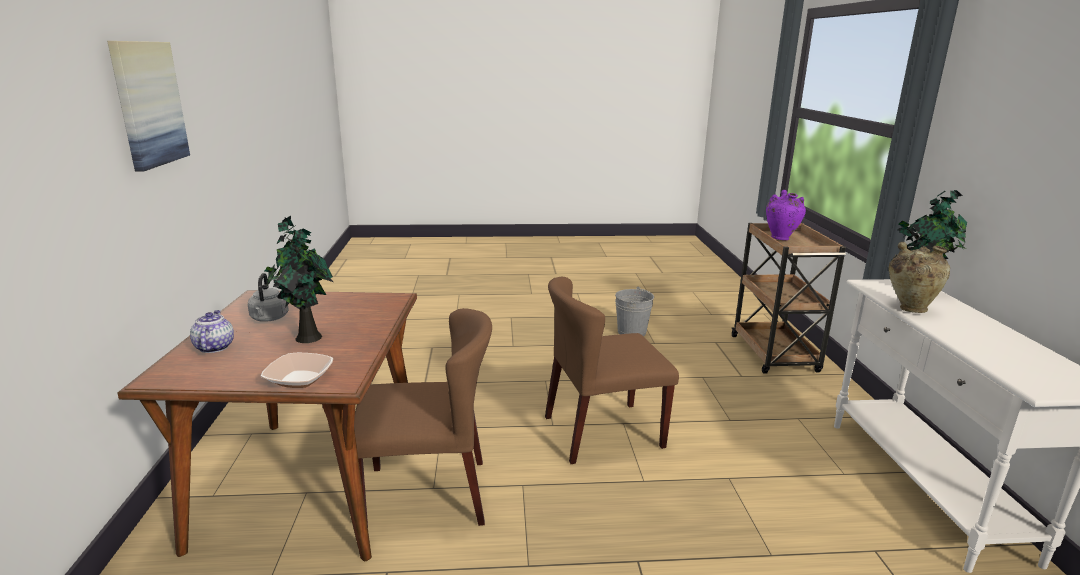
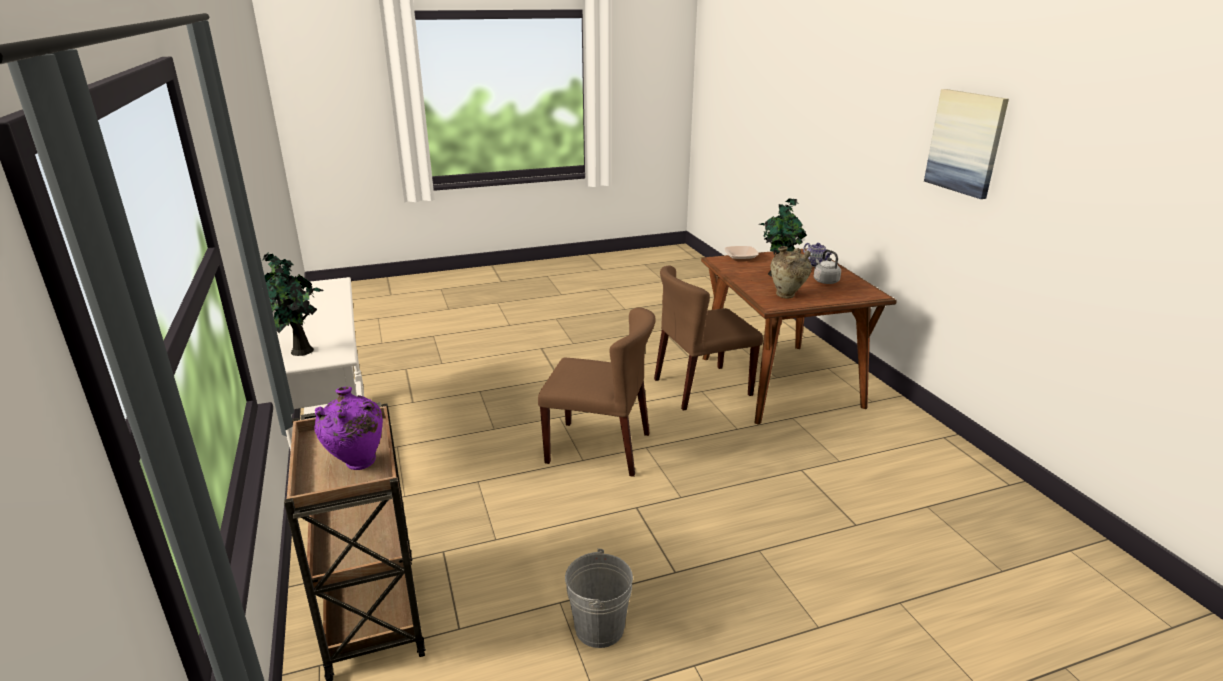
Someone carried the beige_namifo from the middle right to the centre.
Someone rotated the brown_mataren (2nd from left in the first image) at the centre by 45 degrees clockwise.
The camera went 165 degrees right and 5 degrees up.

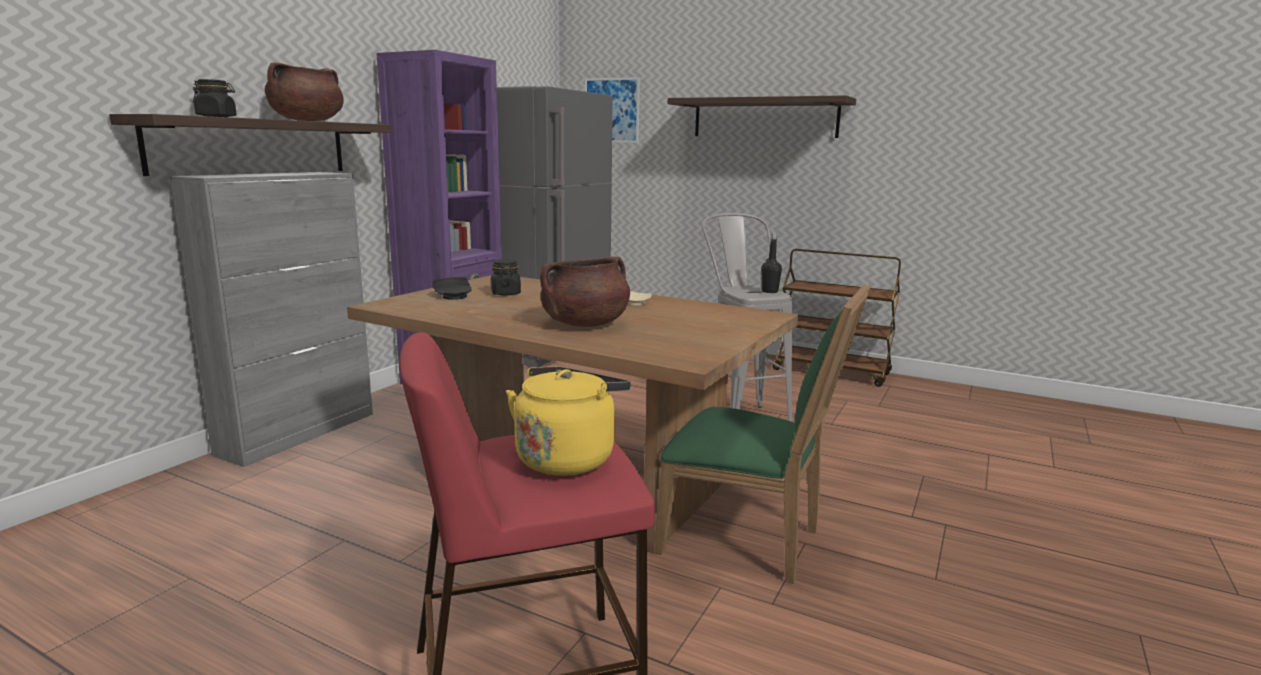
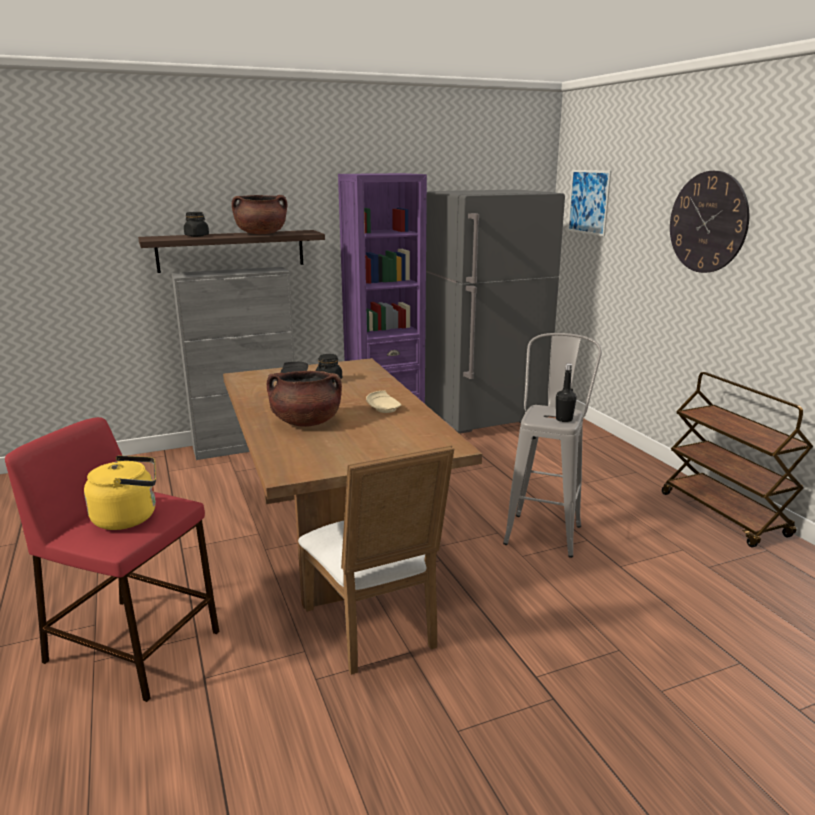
Someone swapped the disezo (2nd from left) at the top centre for the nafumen at the top right.
Someone repainted the green_mataren at the centre, which became the white_mataren at the bottom centre.
The camera went 40 degrees right and 5 degrees up.

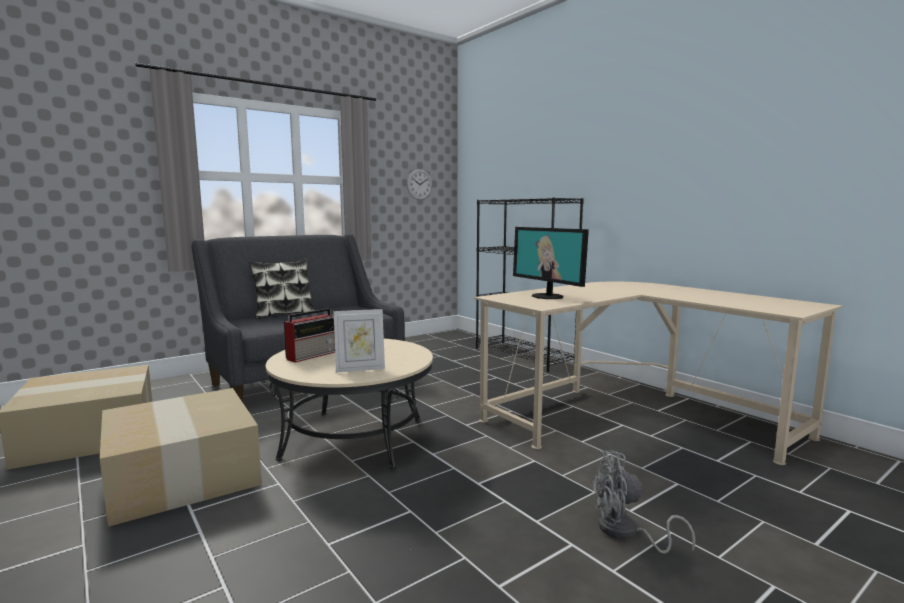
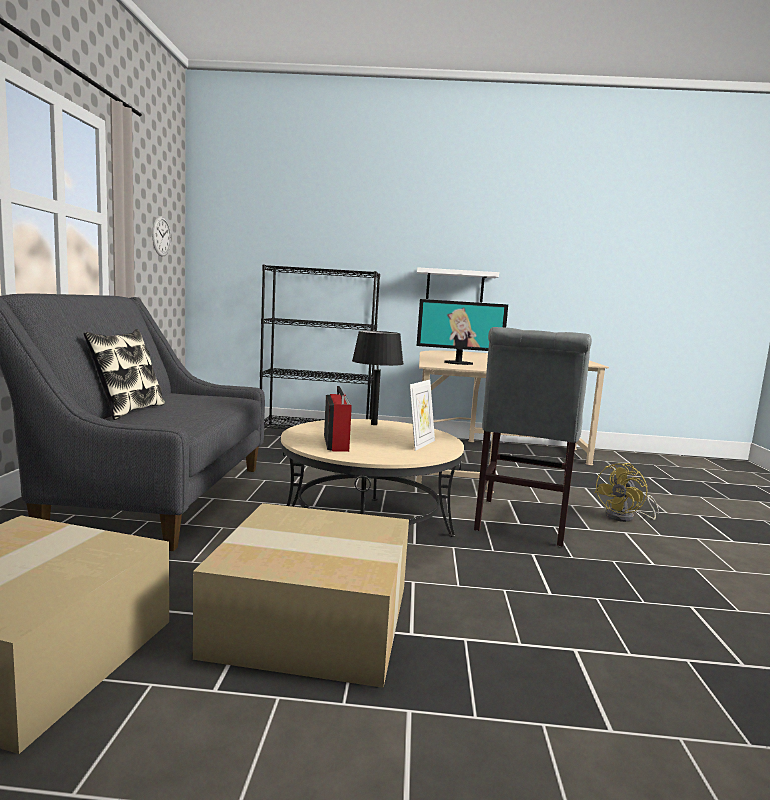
Someone repainted the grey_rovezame at the bottom right, which became the yellow_rovezame at the middle right.
Someone put up the white_disezo at the centre.
Someone put down the grey_mataren at the middle right.
Someone put down the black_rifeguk at the centre.
The camera went 50 degrees left and 0 degrees up.

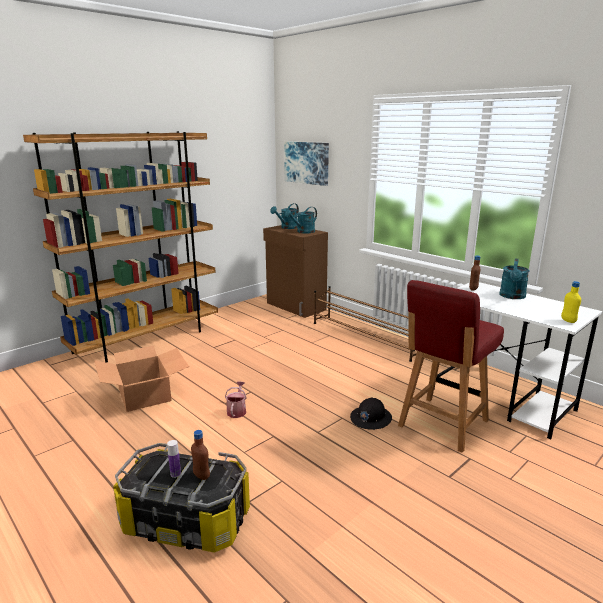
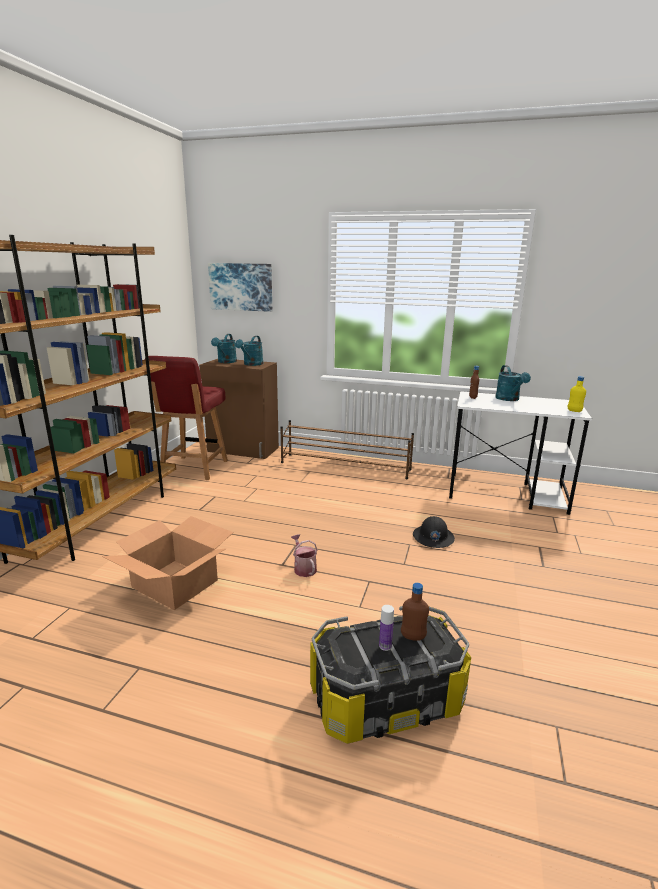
Someone carried the red_mataren from the middle right to the middle left.
The camera went 30 degrees left and 0 degrees up.

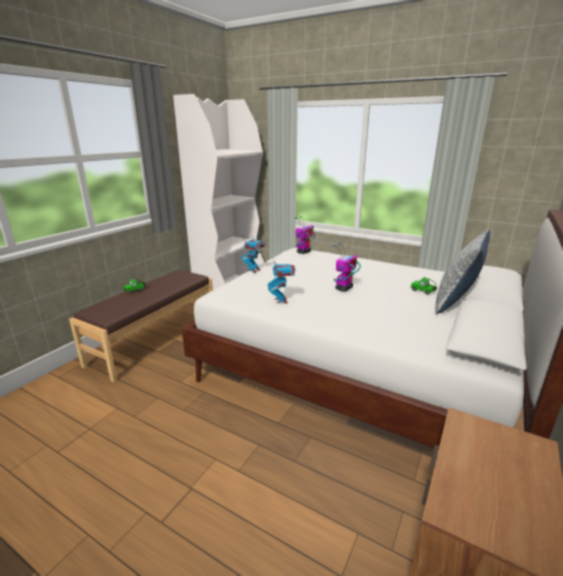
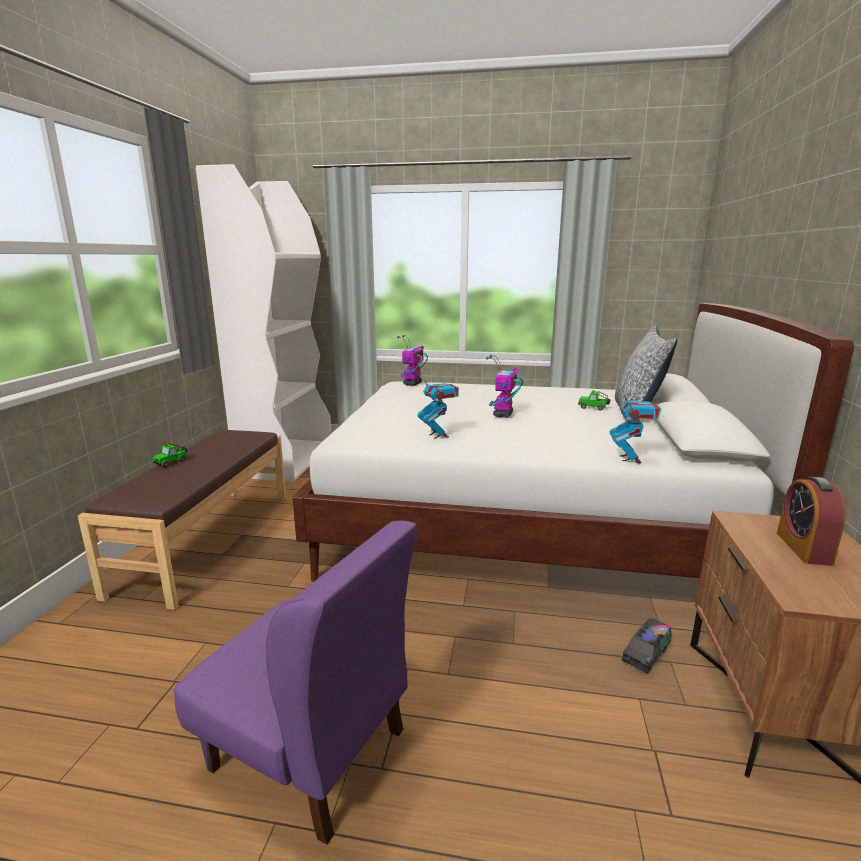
Someone carried the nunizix (1st from left in the first image) from the centre to the middle right.
Someone put down the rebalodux at the middle right.
Someone put down the purple_mataren at the bottom centre.
Someone put down the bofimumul at the bottom right.
The camera went 20 degrees left and 5 degrees down.

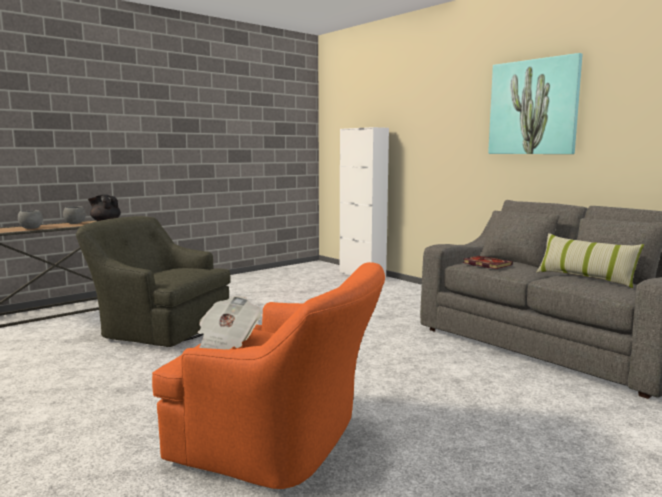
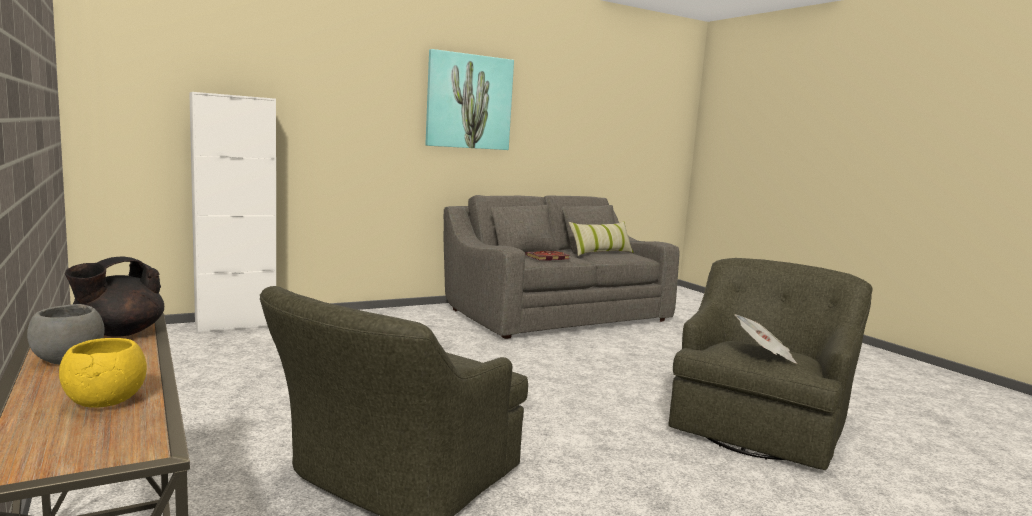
Someone repainted the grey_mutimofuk (1st from left) at the middle left, which became the yellow_mutimofuk at the bottom left.
Someone repainted the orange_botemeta at the bottom centre, which became the green_botemeta (2nd from left) at the bottom right.
The camera went 80 degrees left and 0 degrees up.

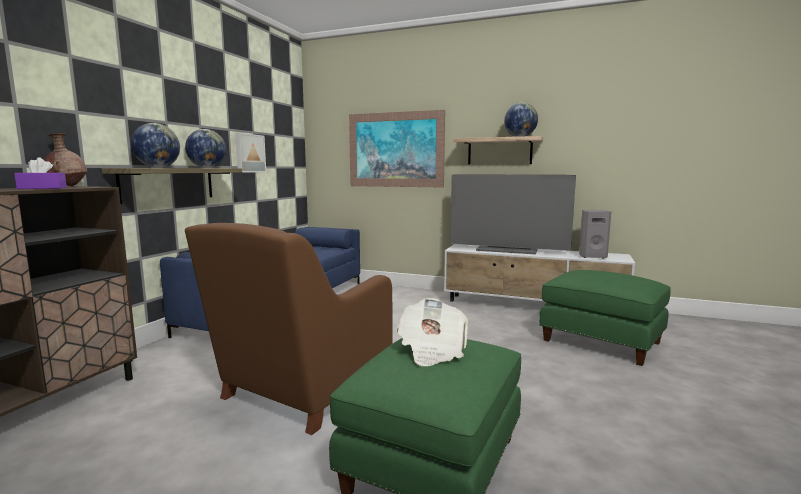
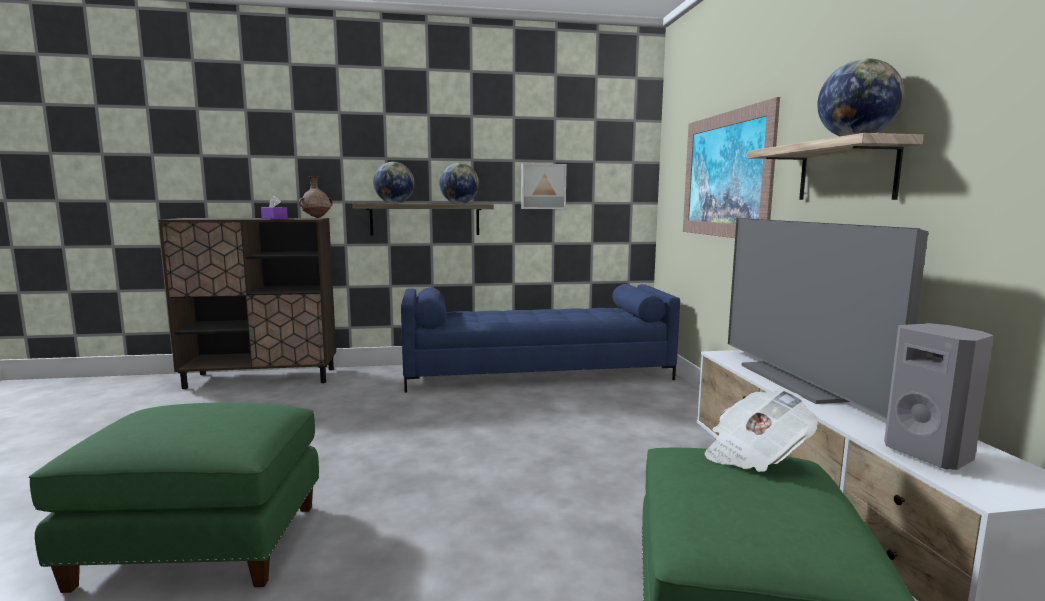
Someone took away the brown_botemeta at the centre.
Someone carried the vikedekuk from the bottom centre to the bottom right.
The camera went 60 degrees right and 0 degrees up.

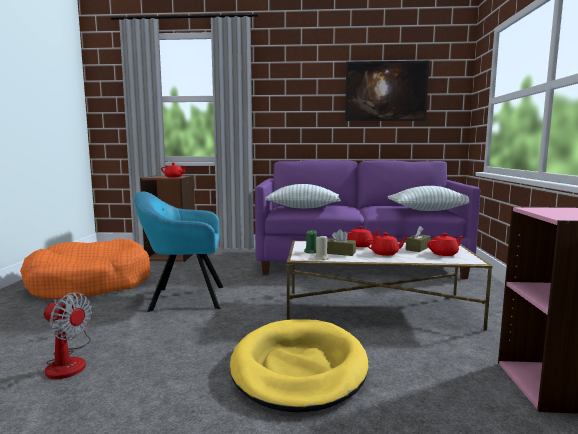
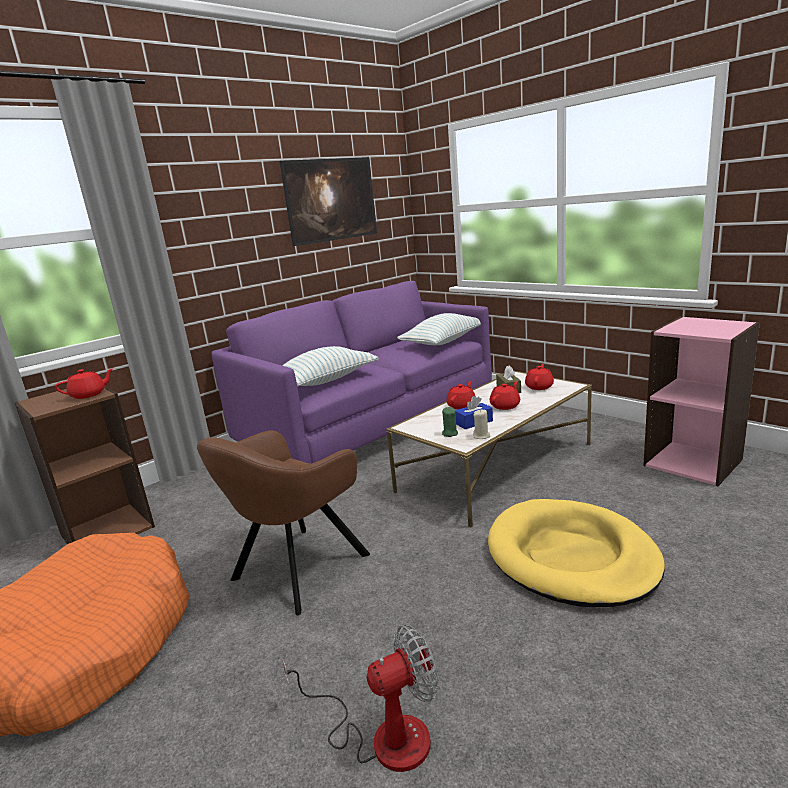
Someone repainted the turquoise_botemeta at the middle left, which became the brown_botemeta at the centre.
Someone repainted the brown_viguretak (1st from left) at the centre, which became the blue_viguretak at the centre.
The camera went 45 degrees left and 10 degrees up.

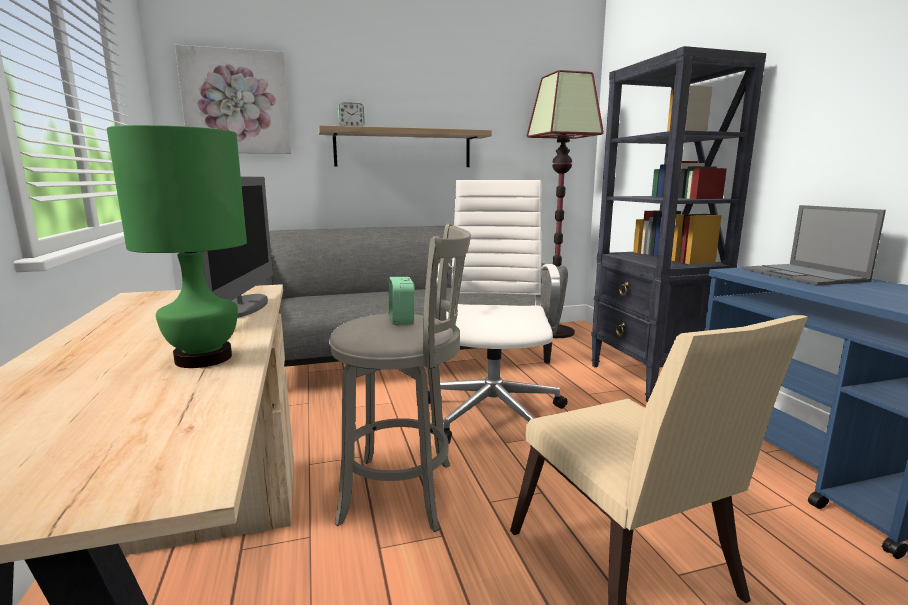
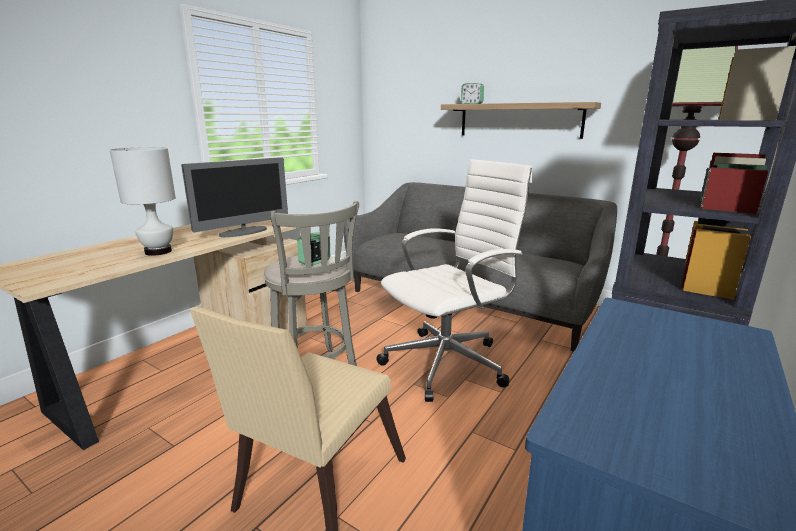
Someone took away the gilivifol at the top left.
Someone repainted the green_rifeguk at the middle left, which became the white_rifeguk at the middle left.
Someone took away the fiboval at the middle right.
The camera went 50 degrees right and 5 degrees up.

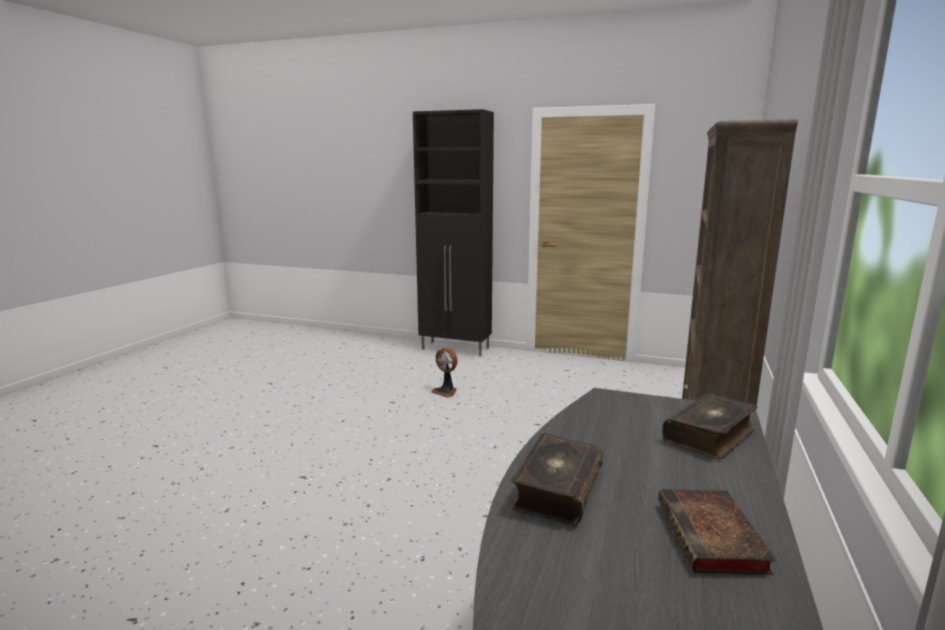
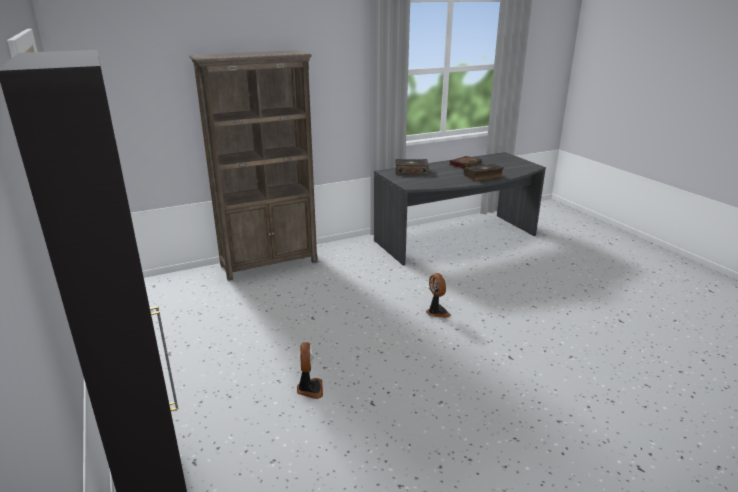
Someone put down the rovezame (2nd from left) at the centre.
The camera went 135 degrees left and 10 degrees up.

